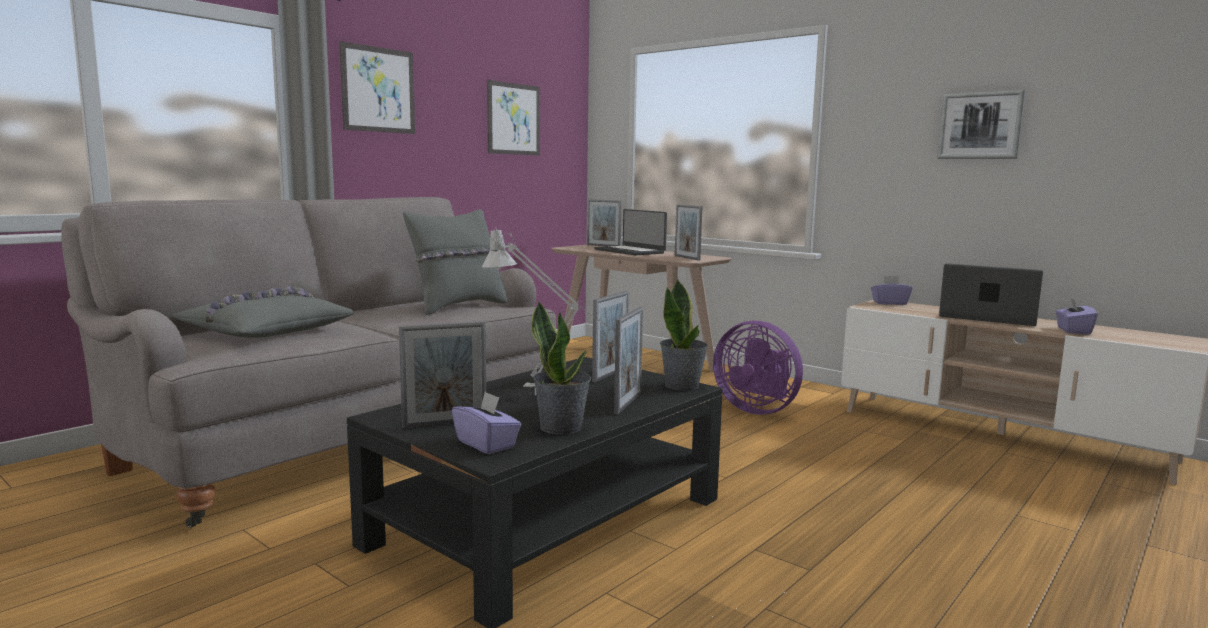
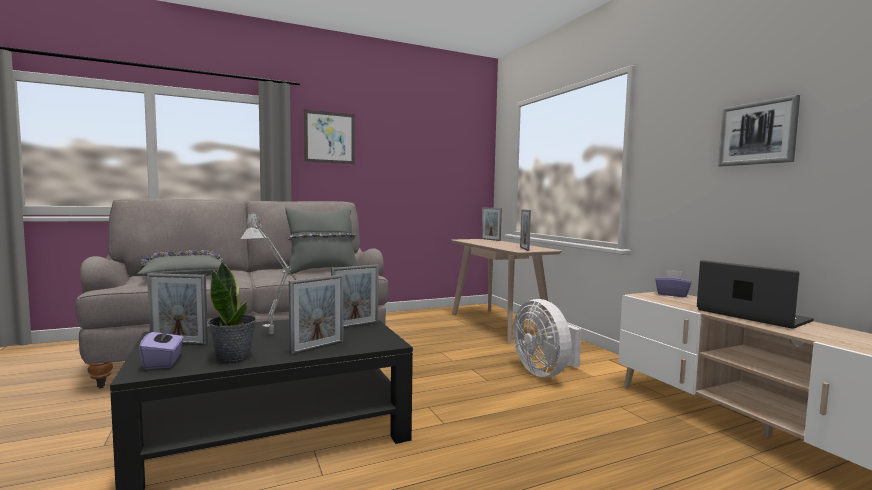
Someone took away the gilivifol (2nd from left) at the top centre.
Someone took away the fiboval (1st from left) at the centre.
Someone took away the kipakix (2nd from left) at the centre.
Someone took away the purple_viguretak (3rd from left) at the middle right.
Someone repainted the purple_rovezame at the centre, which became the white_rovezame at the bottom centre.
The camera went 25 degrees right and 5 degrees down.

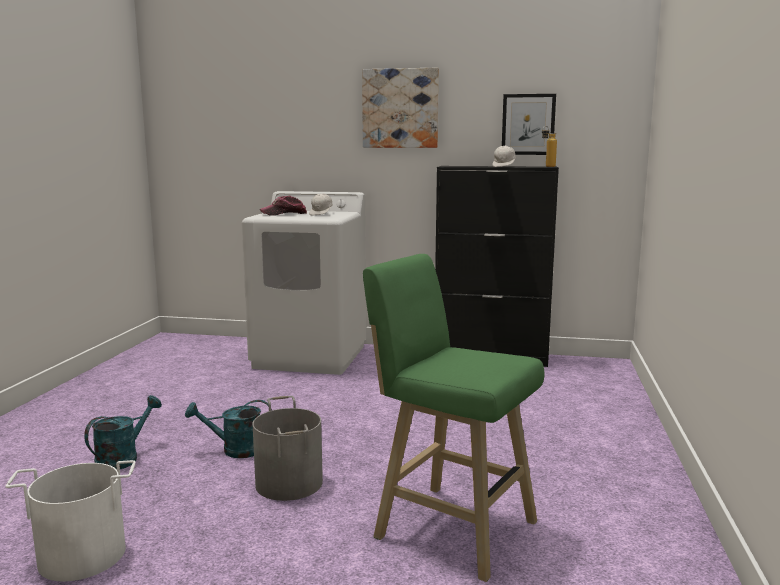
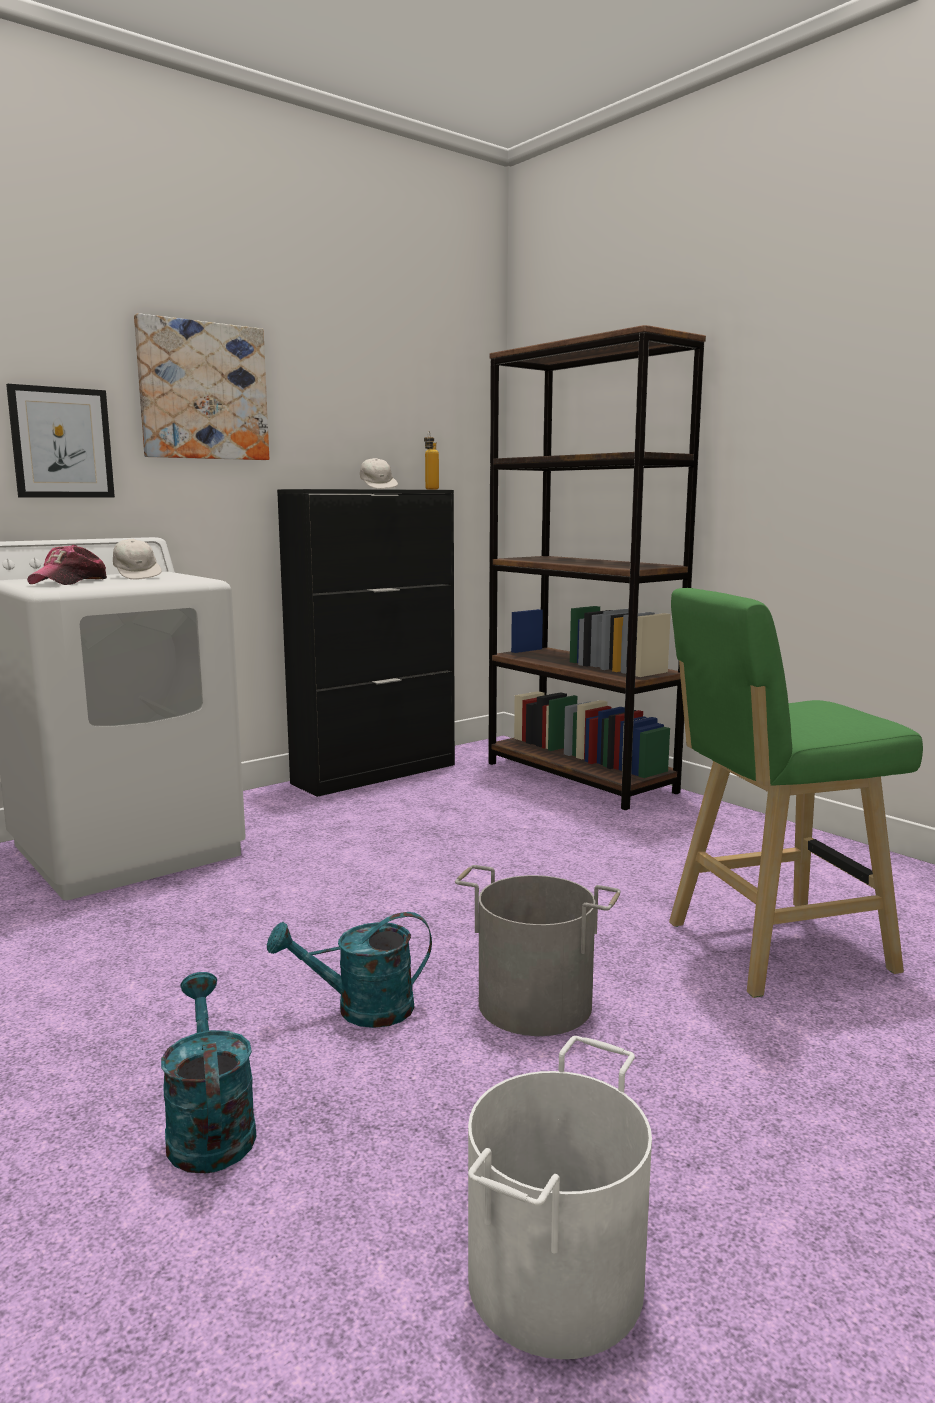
Someone carried the gilivifol (2nd from left in the first image) from the top right to the top left.
Someone rotated the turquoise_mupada (2nd from left) at the bottom left by 45 degrees clockwise.
Someone put down the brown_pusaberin at the centre.
The camera went 50 degrees left and 0 degrees up.

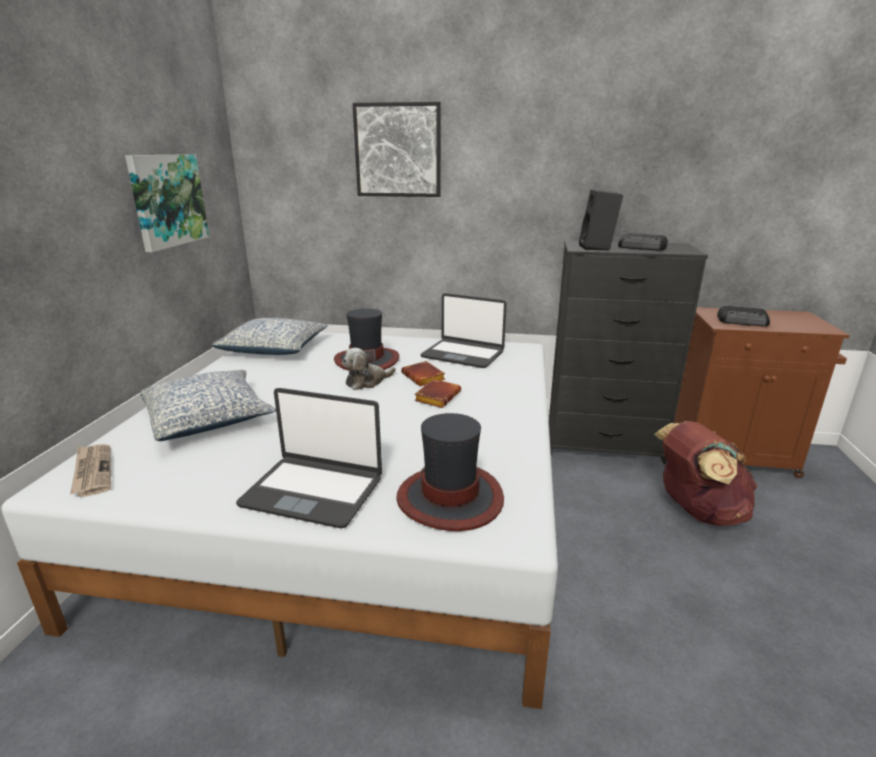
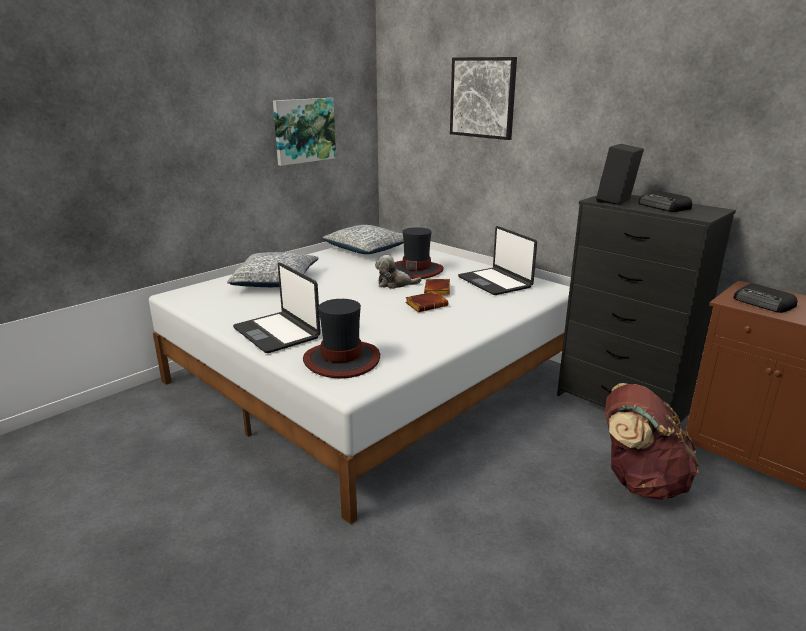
Someone took away the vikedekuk at the middle left.
The camera went 35 degrees right and 0 degrees up.

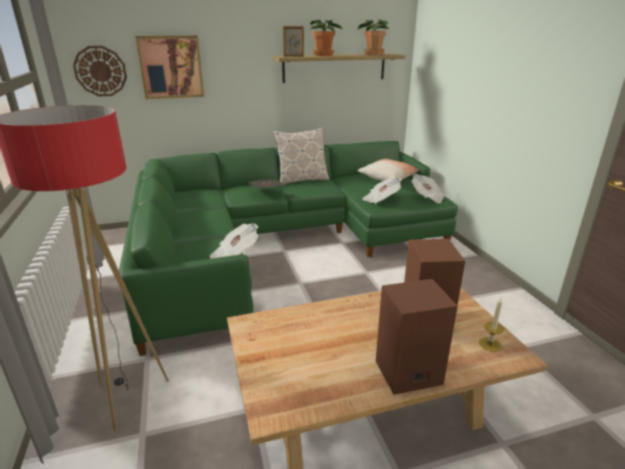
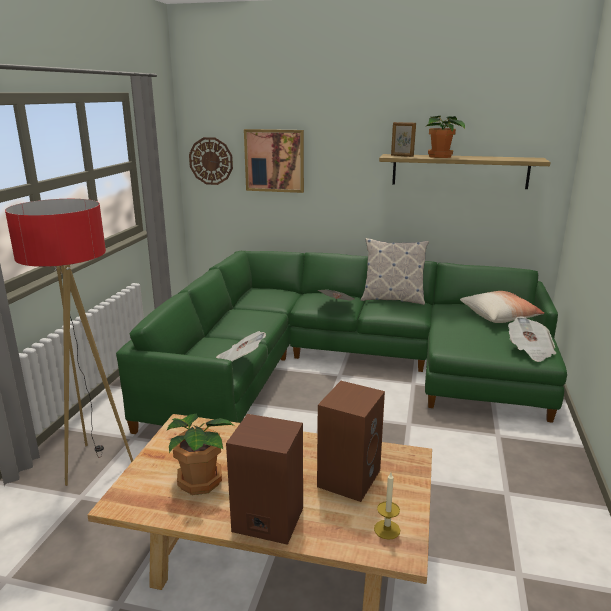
Someone carried the kipakix (2nd from left in the first image) from the top centre to the bottom left.
Someone took away the vikedekuk (3rd from left) at the centre.
The camera went 30 degrees right and 5 degrees down.

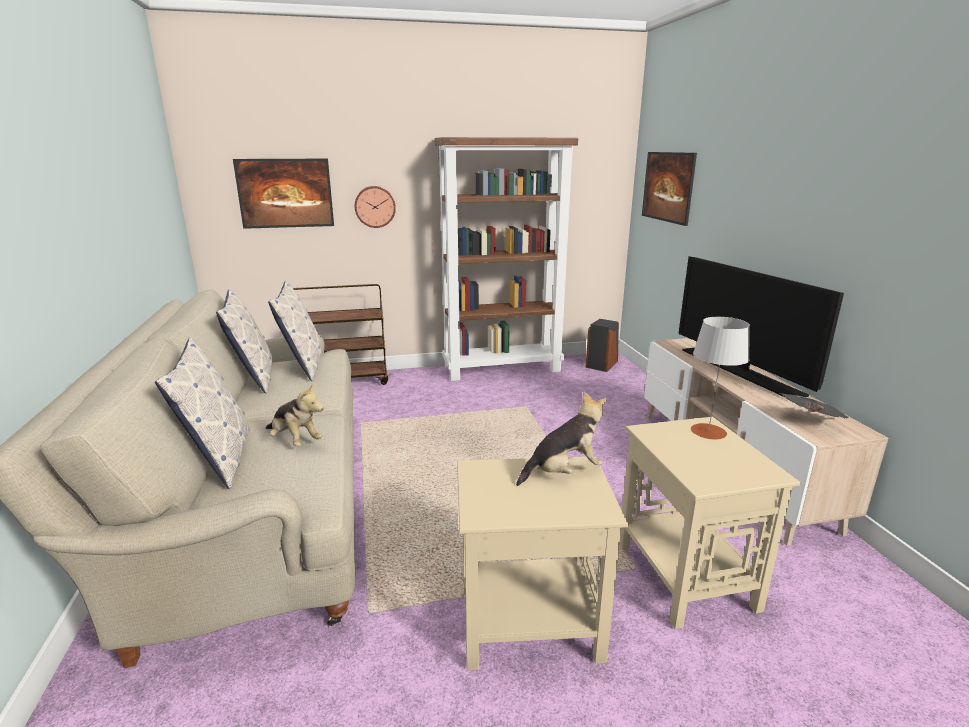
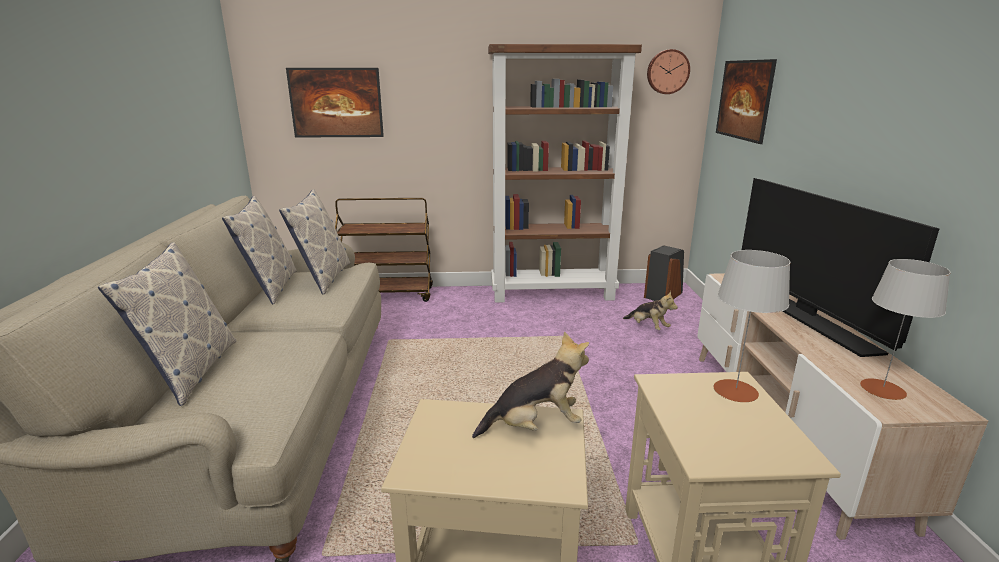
Someone carried the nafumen from the top centre to the top right.
Someone carried the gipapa (1st from left in the first image) from the middle left to the centre.
Someone swapped the vikedekuk at the middle right for the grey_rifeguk (2nd from left) at the middle right.
The camera went 10 degrees right and 0 degrees up.

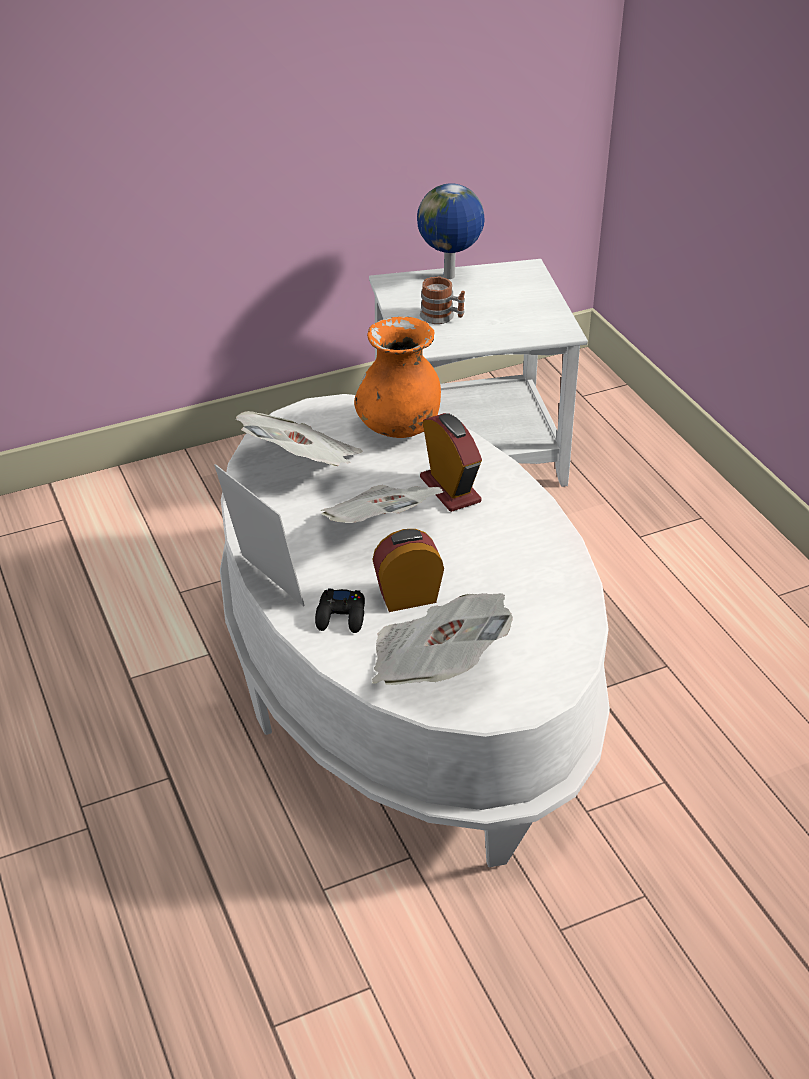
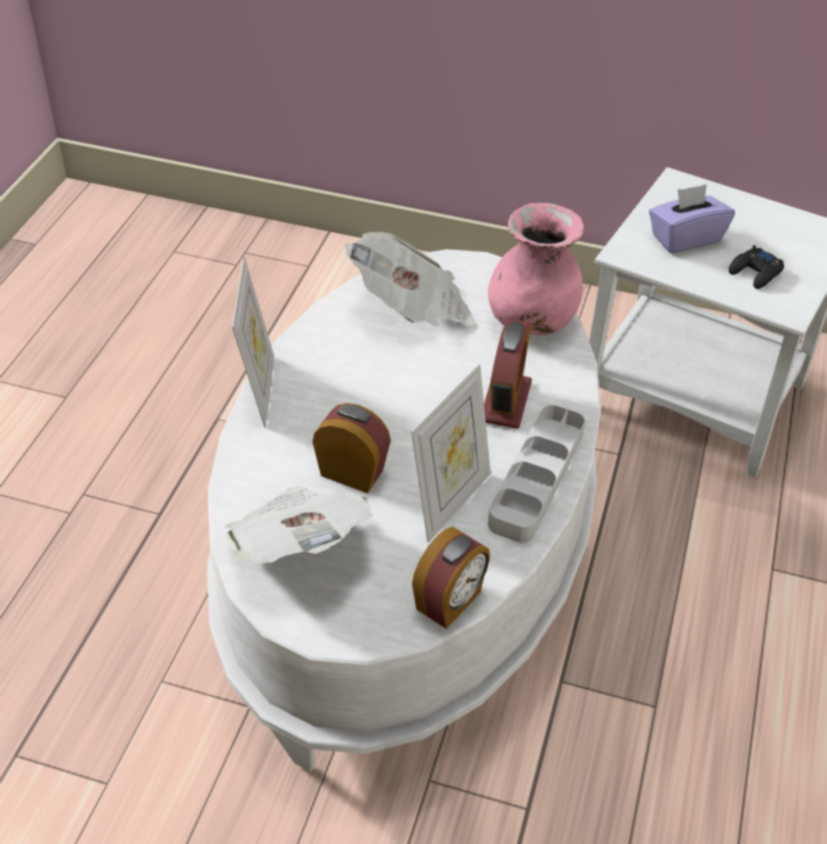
Someone took away the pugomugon at the top centre.
Someone swapped the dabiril at the top centre for the purple_viguretak at the top right.
Someone repainted the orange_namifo at the centre, which became the pink_namifo at the top centre.
Someone took away the vikedekuk (2nd from left) at the centre.
Someone carried the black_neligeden from the centre to the top right.
Someone put down the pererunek (2nd from left) at the centre.
Someone put down the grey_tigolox at the centre.
Someone put down the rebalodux (2nd from left) at the bottom centre.
The camera went 40 degrees right and 5 degrees up.

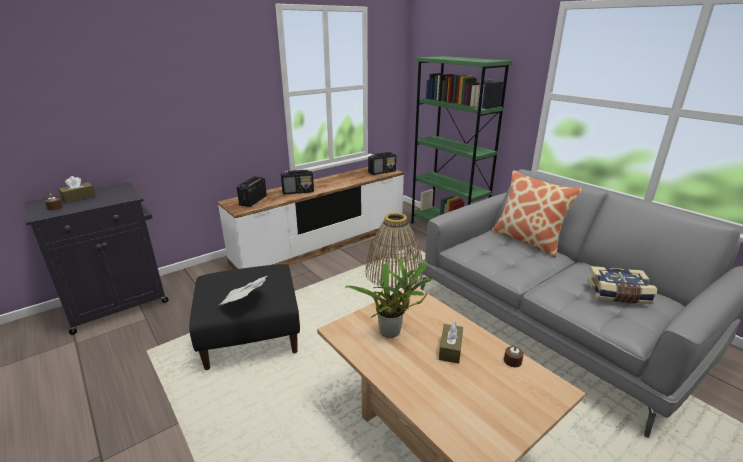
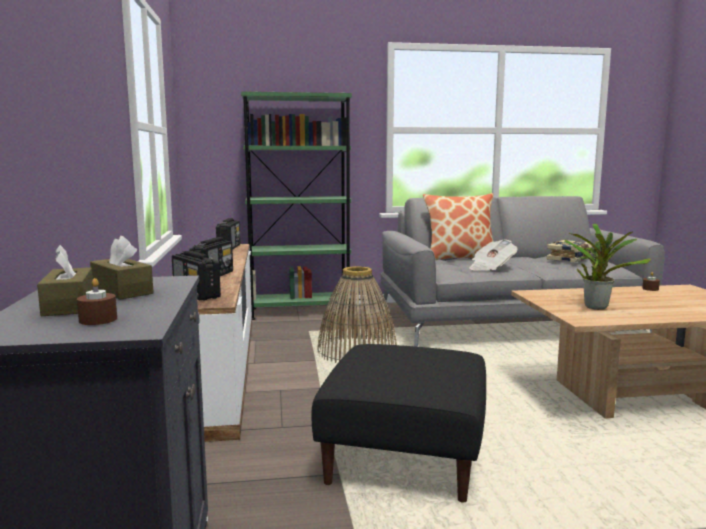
Someone carried the vikedekuk from the middle left to the middle right.
Someone carried the brown_viguretak (2nd from left) from the bottom centre to the middle left.
The camera went 60 degrees left and 15 degrees down.

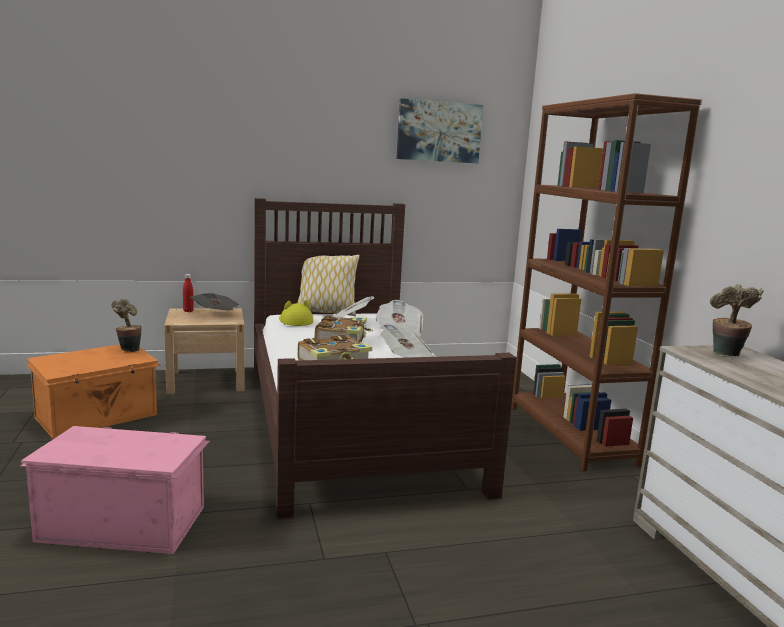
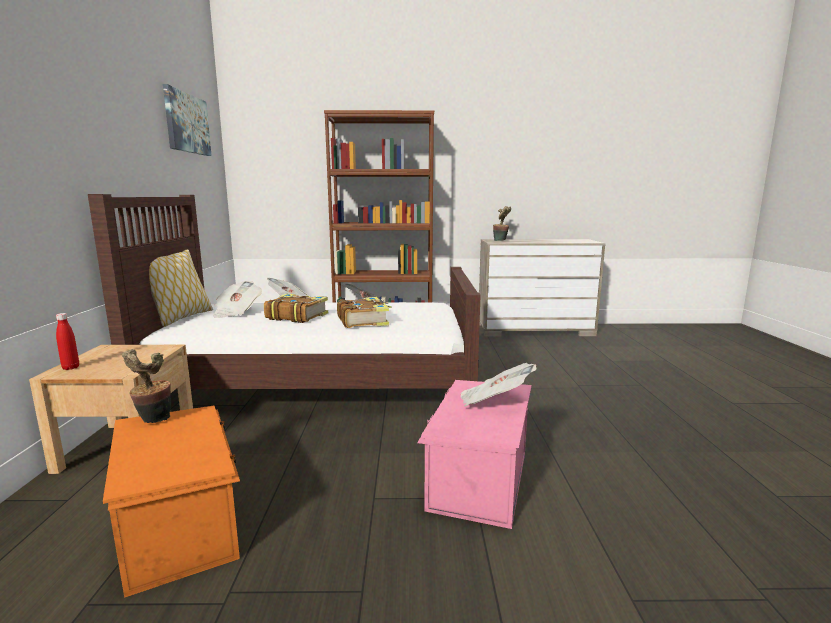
Someone carried the vikedekuk (1st from left in the first image) from the middle left to the centre.
Someone took away the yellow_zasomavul at the centre.
The camera went 75 degrees left and 0 degrees up.

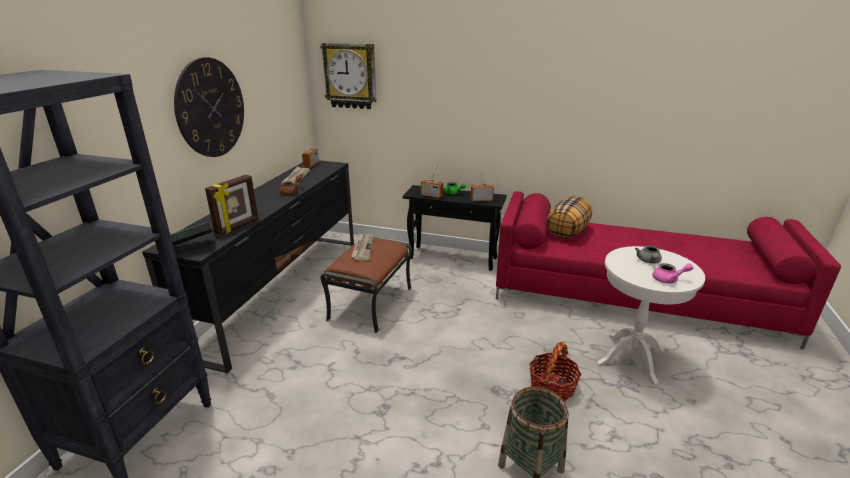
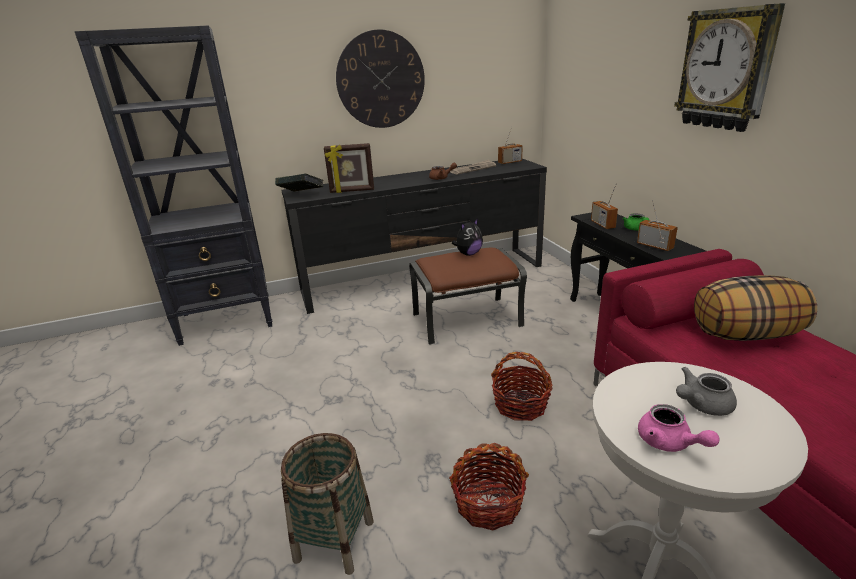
Someone carried the nafumen (2nd from left) from the top centre to the top right.
Someone swapped the vikedekuk (2nd from left) at the centre for the gipapa at the centre.
Someone put down the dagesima (3rd from left) at the bottom centre.
The camera went 55 degrees right and 0 degrees up.

